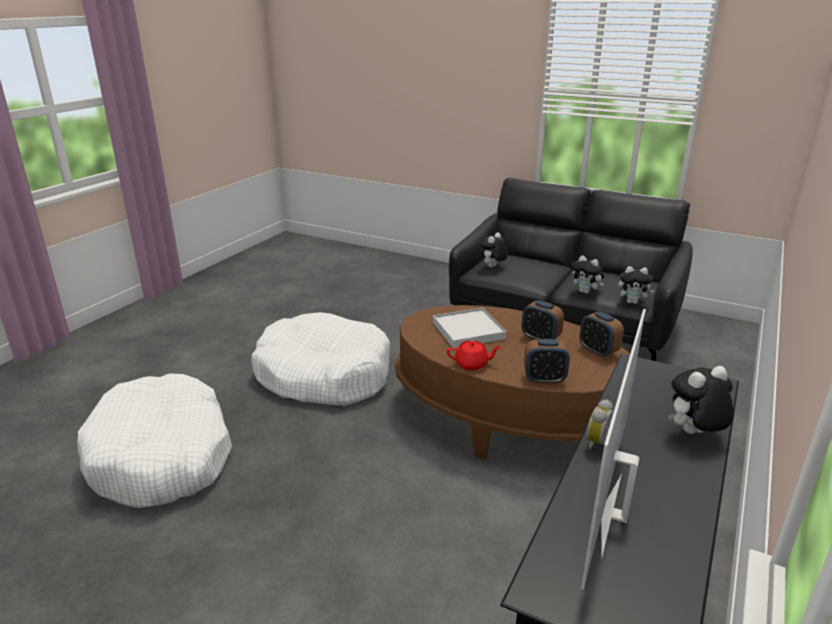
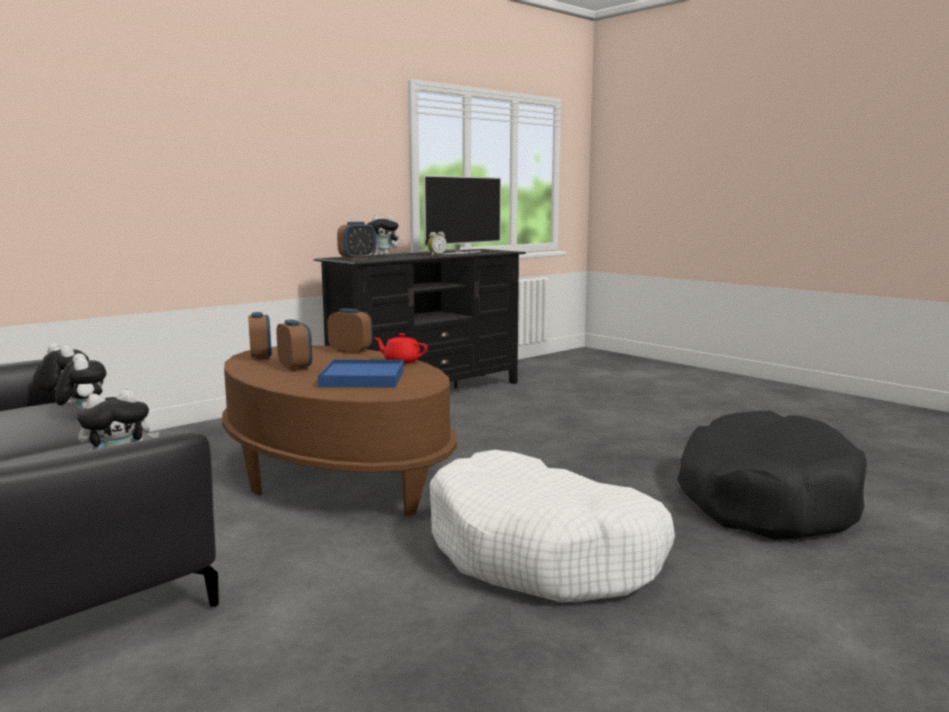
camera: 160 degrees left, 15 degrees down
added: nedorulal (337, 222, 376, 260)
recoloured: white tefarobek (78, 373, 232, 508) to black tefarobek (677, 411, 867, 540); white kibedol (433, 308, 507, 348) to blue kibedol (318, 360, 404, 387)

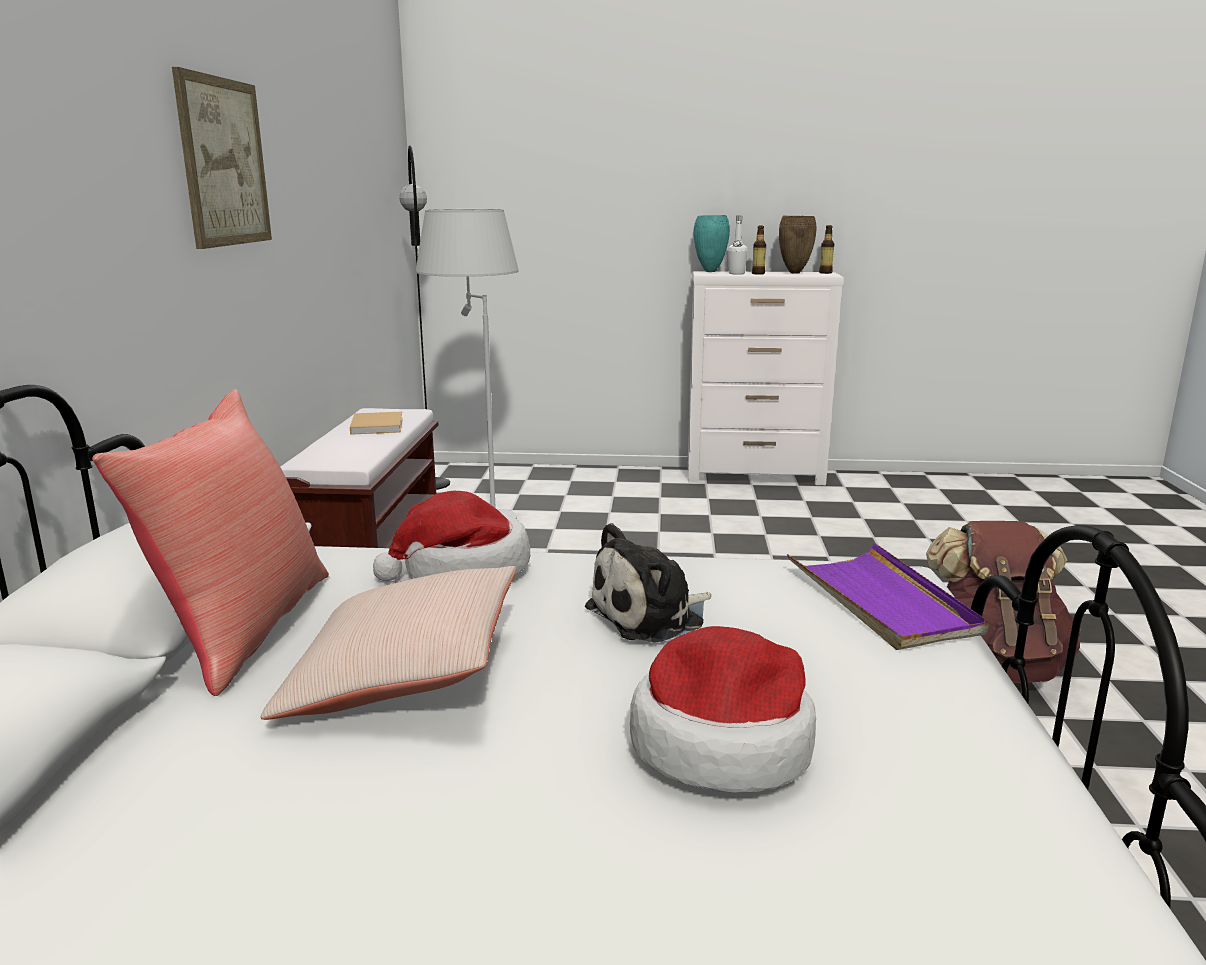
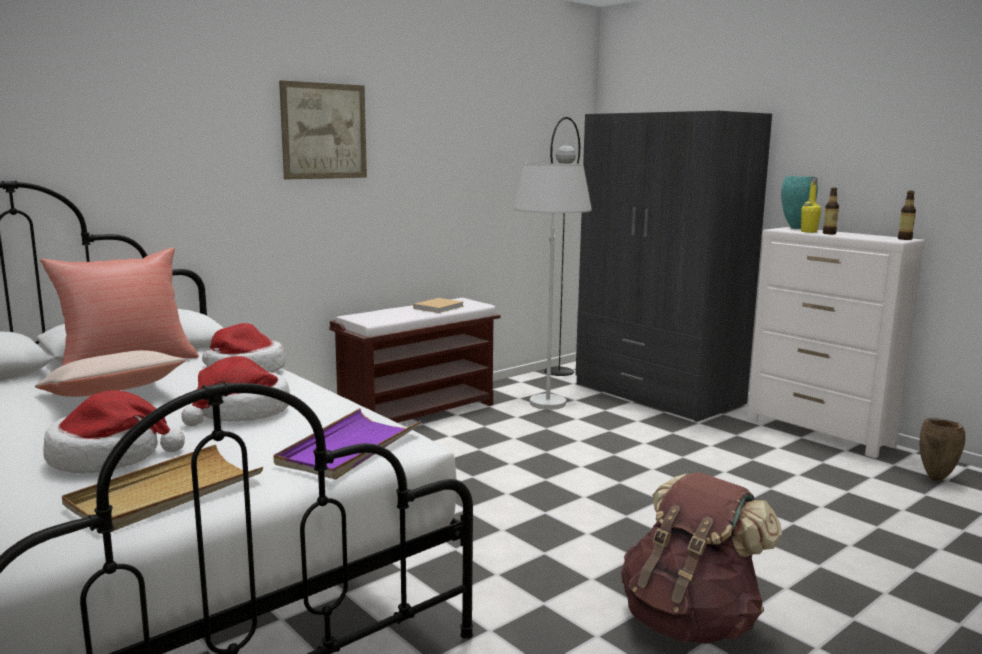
camera: 45 degrees right, 5 degrees down
added: beige kibedol (62, 444, 263, 532); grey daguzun (576, 111, 772, 422)
moved: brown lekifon (779, 216, 817, 273) to (919, 418, 965, 481)
replaced: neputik (585, 523, 712, 643) to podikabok (181, 356, 290, 426)
recoloured: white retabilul (728, 216, 748, 275) to yellow retabilul (801, 177, 821, 233)

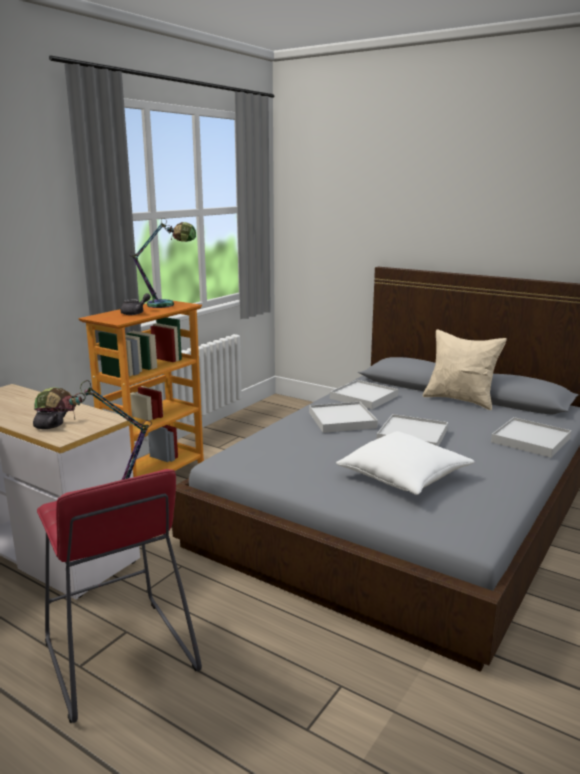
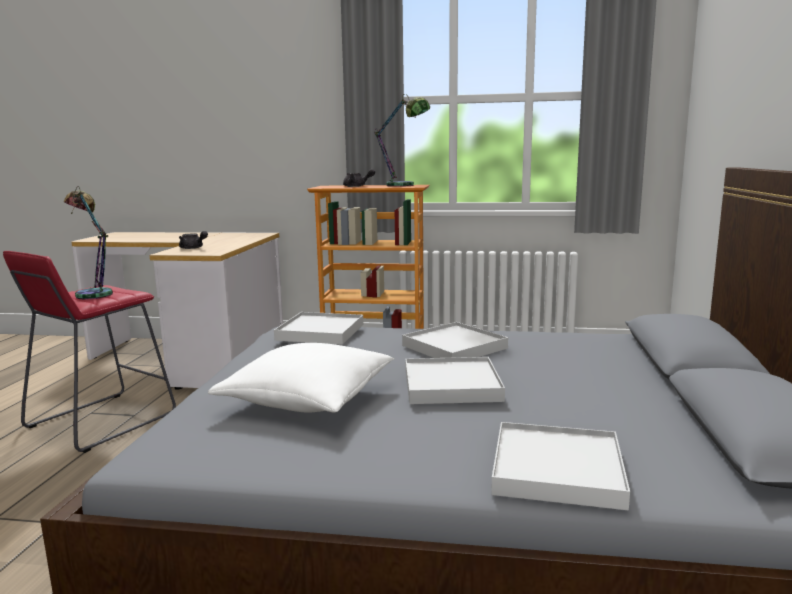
camera: 65 degrees right, 5 degrees down
removed: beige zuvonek (423, 330, 507, 410)
moved: white kibedol (330, 380, 398, 409) to (274, 312, 363, 345)

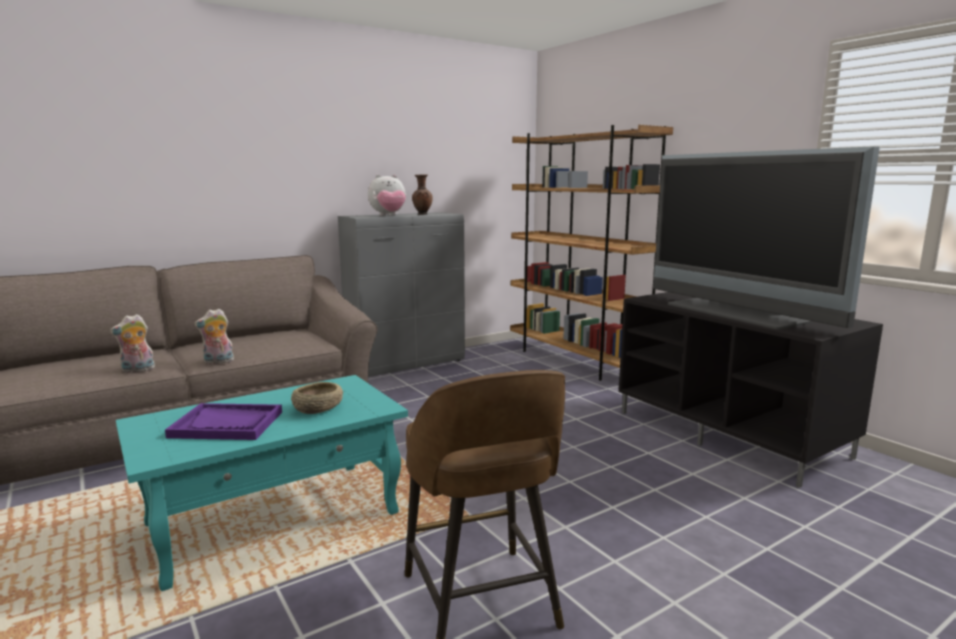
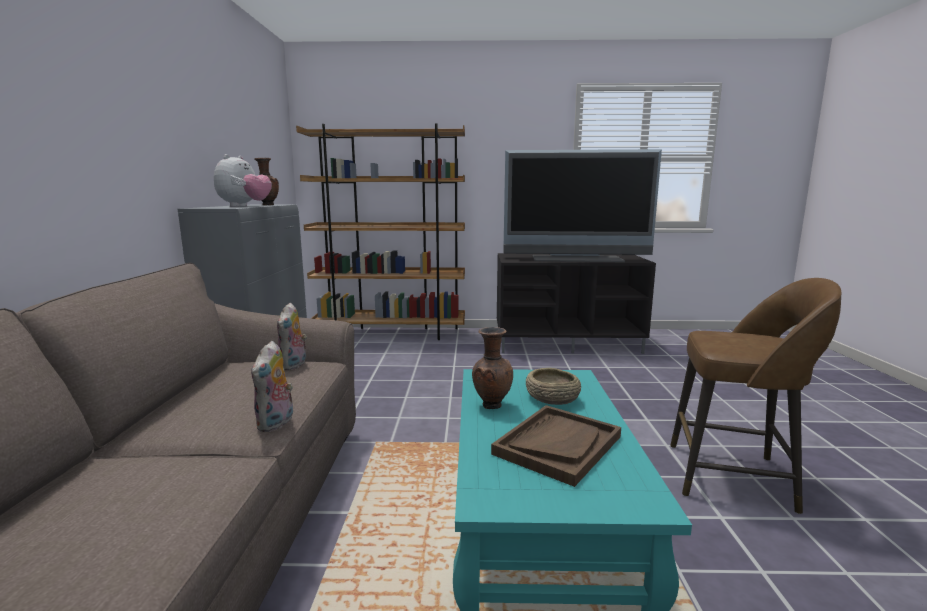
camera: 55 degrees left, 0 degrees up
added: brown lekifon (472, 327, 513, 409)
moved: neputik (110, 314, 155, 373) to (277, 303, 307, 370)
recoloured: purple kibedol (165, 403, 282, 440) to brown kibedol (491, 405, 621, 487)

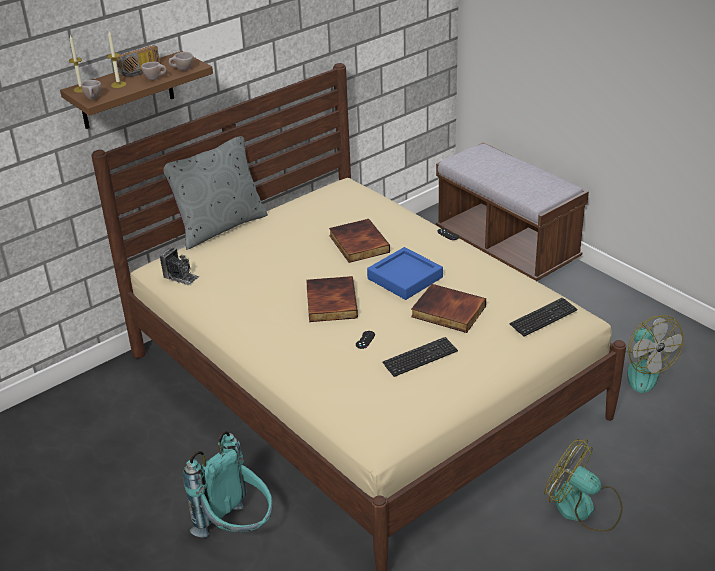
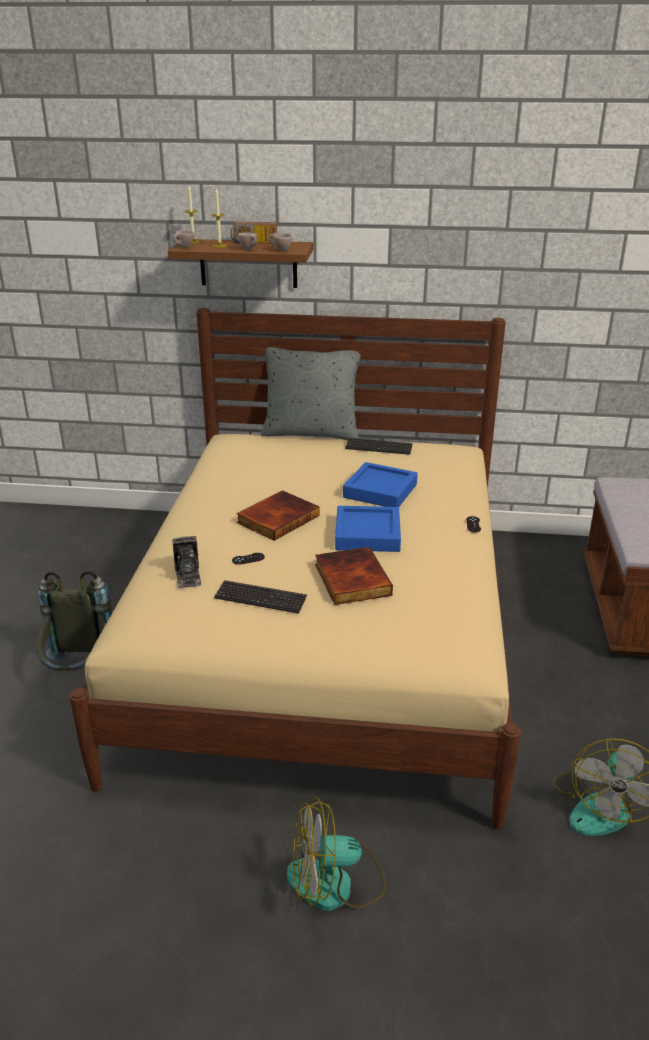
camera: 45 degrees right, 5 degrees down
moved: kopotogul (159, 247, 199, 285) to (172, 536, 201, 589); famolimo (509, 297, 577, 337) to (345, 438, 413, 455)
replaced: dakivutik (329, 219, 390, 263) to blue kibedol (343, 462, 418, 507)
recoloured: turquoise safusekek (183, 431, 273, 537) to grey safusekek (36, 571, 112, 671)
turned: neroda (544, 439, 623, 532) = (287, 797, 386, 911) 90 degrees counterclockwise

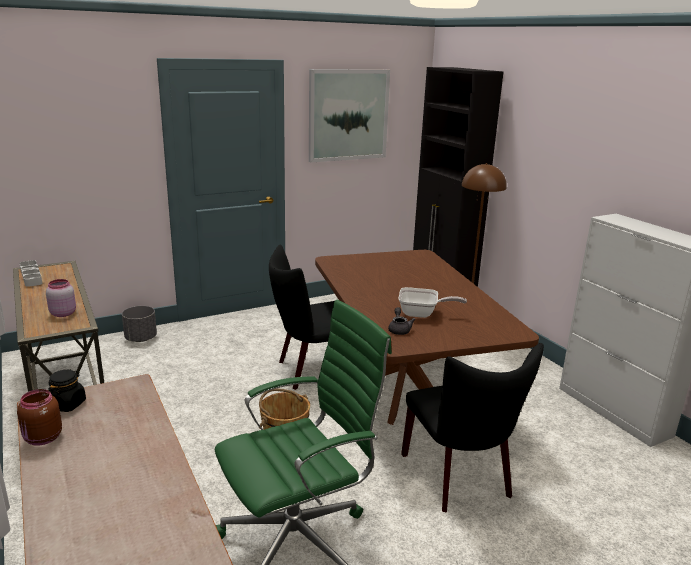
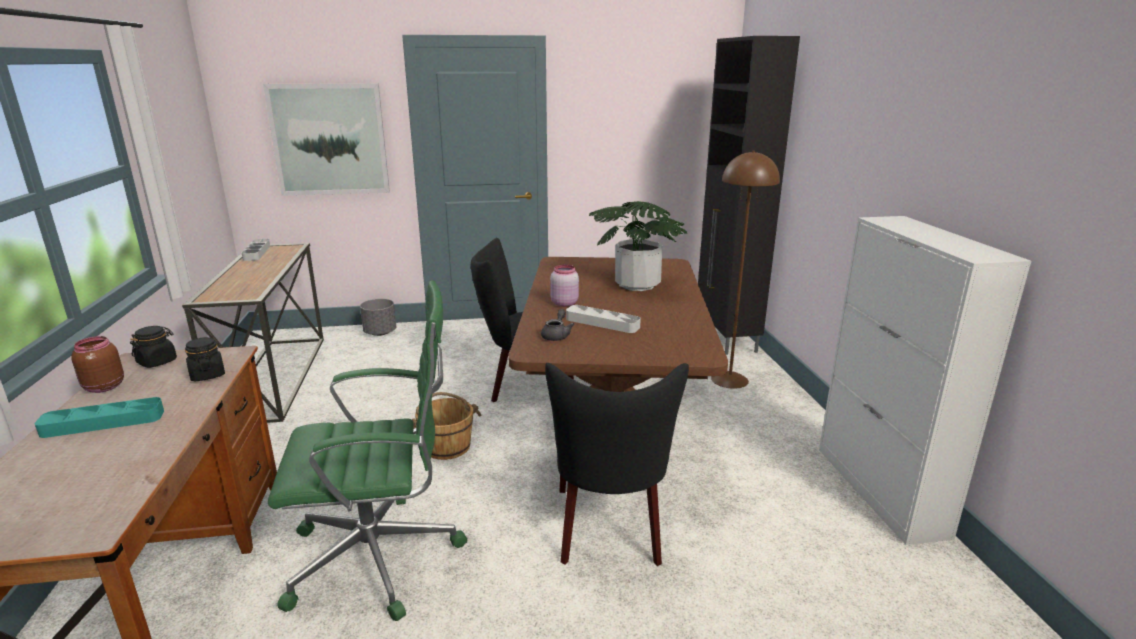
camera: 20 degrees right, 0 degrees up
added: turquoise kibedol (34, 397, 164, 438); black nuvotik (185, 337, 225, 382); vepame (589, 201, 688, 291)
moved: pink nuvotik (46, 279, 76, 317) to (550, 265, 579, 307); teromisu (309, 69, 390, 163) to (263, 83, 390, 196)
replaced: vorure (398, 287, 467, 318) to grey kibedol (566, 305, 641, 333)

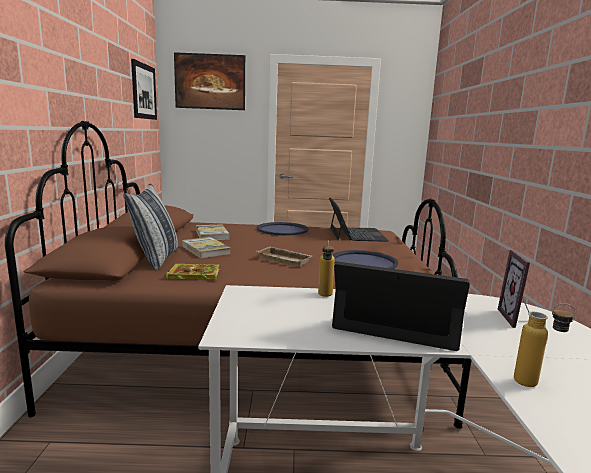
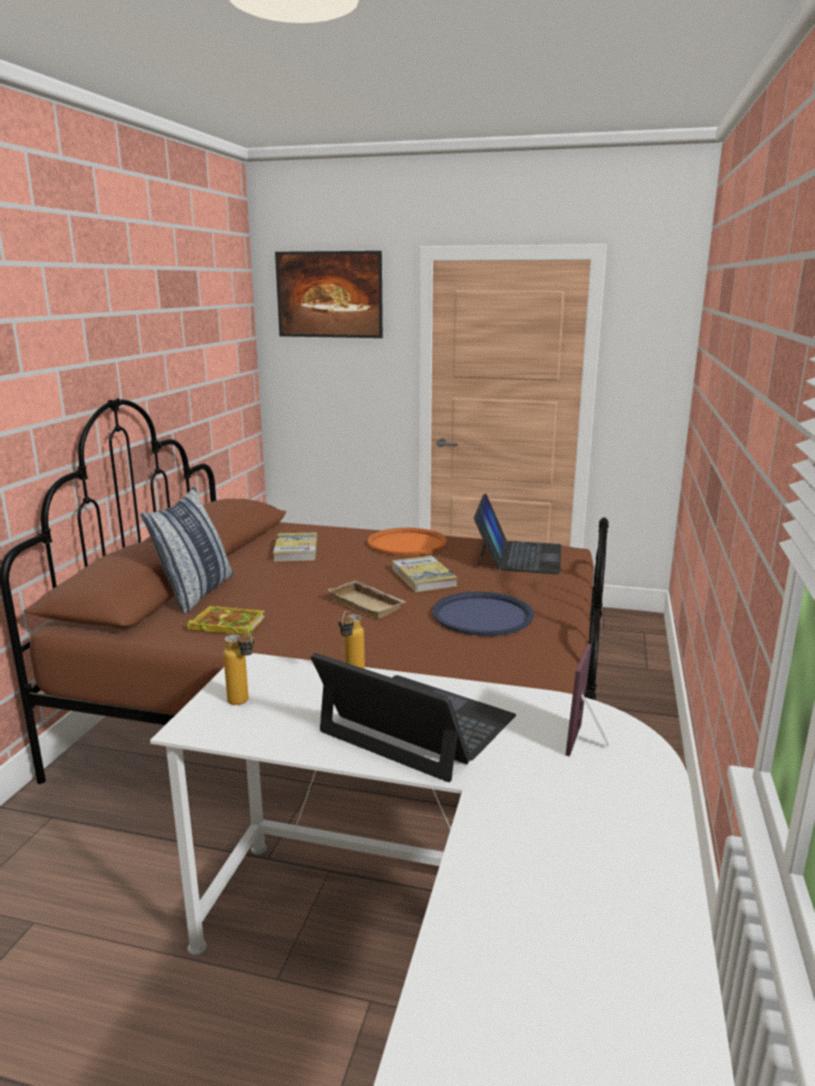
camera: 15 degrees right, 5 degrees up
removed: teromisu (131, 59, 157, 120)
moved: dakivutik (182, 237, 231, 258) to (392, 555, 458, 592); retabilul (514, 303, 576, 387) to (223, 629, 254, 705)
recoloured: blue kibedol (257, 222, 308, 235) to orange kibedol (367, 528, 447, 556)

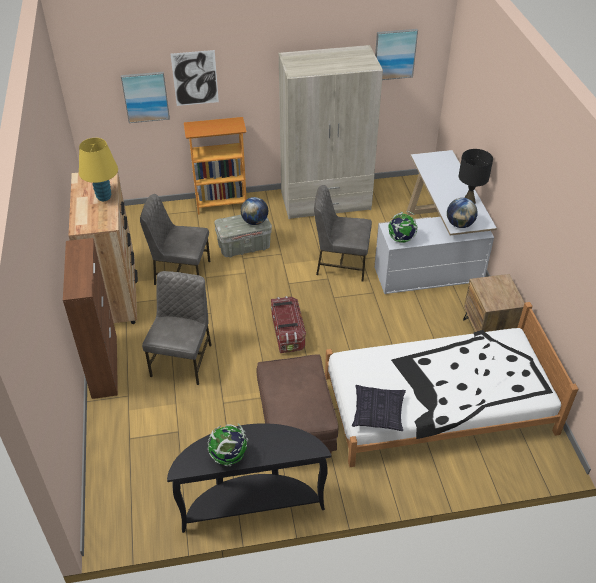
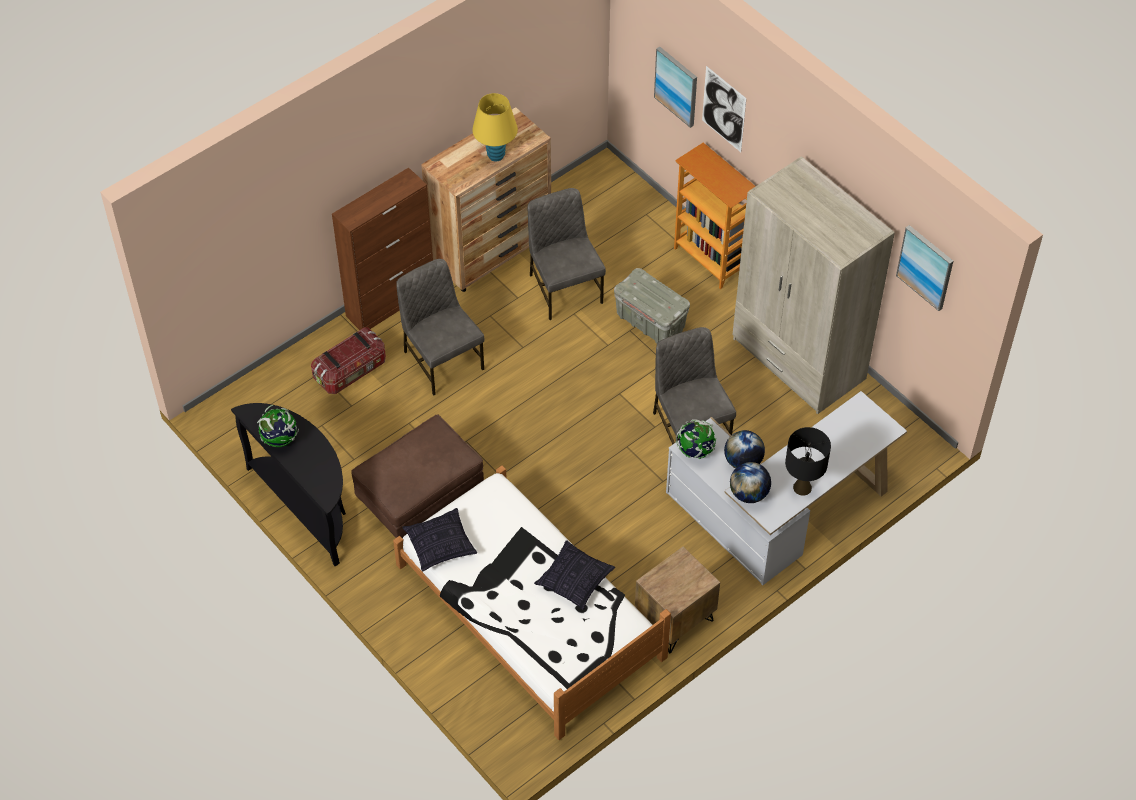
camera: 60 degrees right, 10 degrees up
added: zuvonek (534, 540, 615, 610)
moved: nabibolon (241, 197, 268, 225) to (724, 430, 765, 468); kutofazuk (271, 296, 306, 353) to (311, 327, 386, 394)
turned: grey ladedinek (142, 271, 211, 385) = (396, 259, 484, 396) 105 degrees counterclockwise

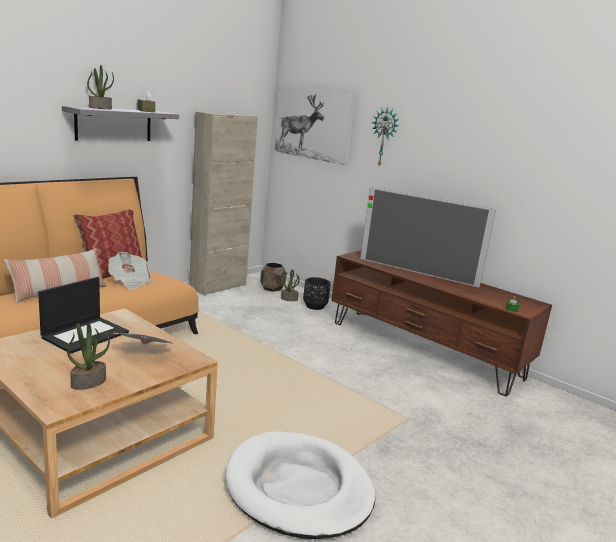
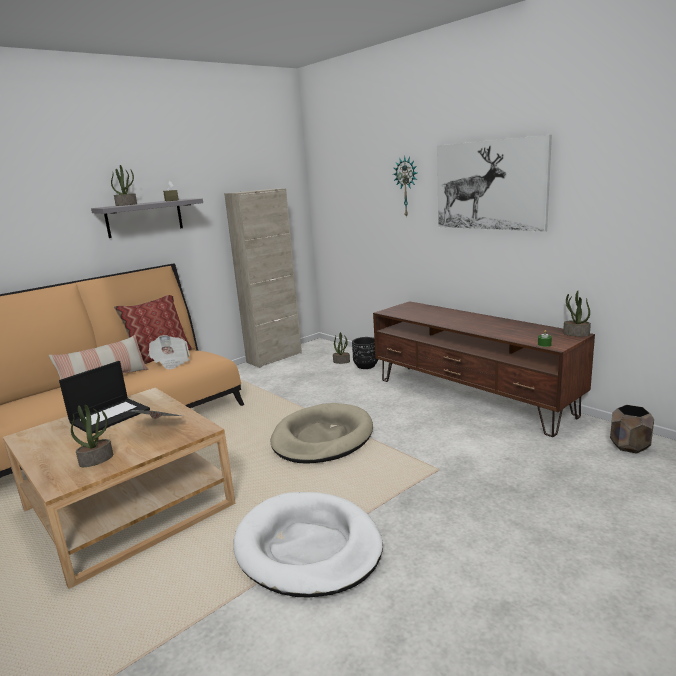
camera: 10 degrees right, 0 degrees up
removed: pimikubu (360, 187, 496, 287)
added: beige tefarobek (271, 403, 373, 464); vepame (563, 291, 591, 337)
moved: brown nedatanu (260, 263, 286, 292) to (610, 405, 654, 454); teromisu (274, 87, 356, 166) to (437, 135, 552, 232)

